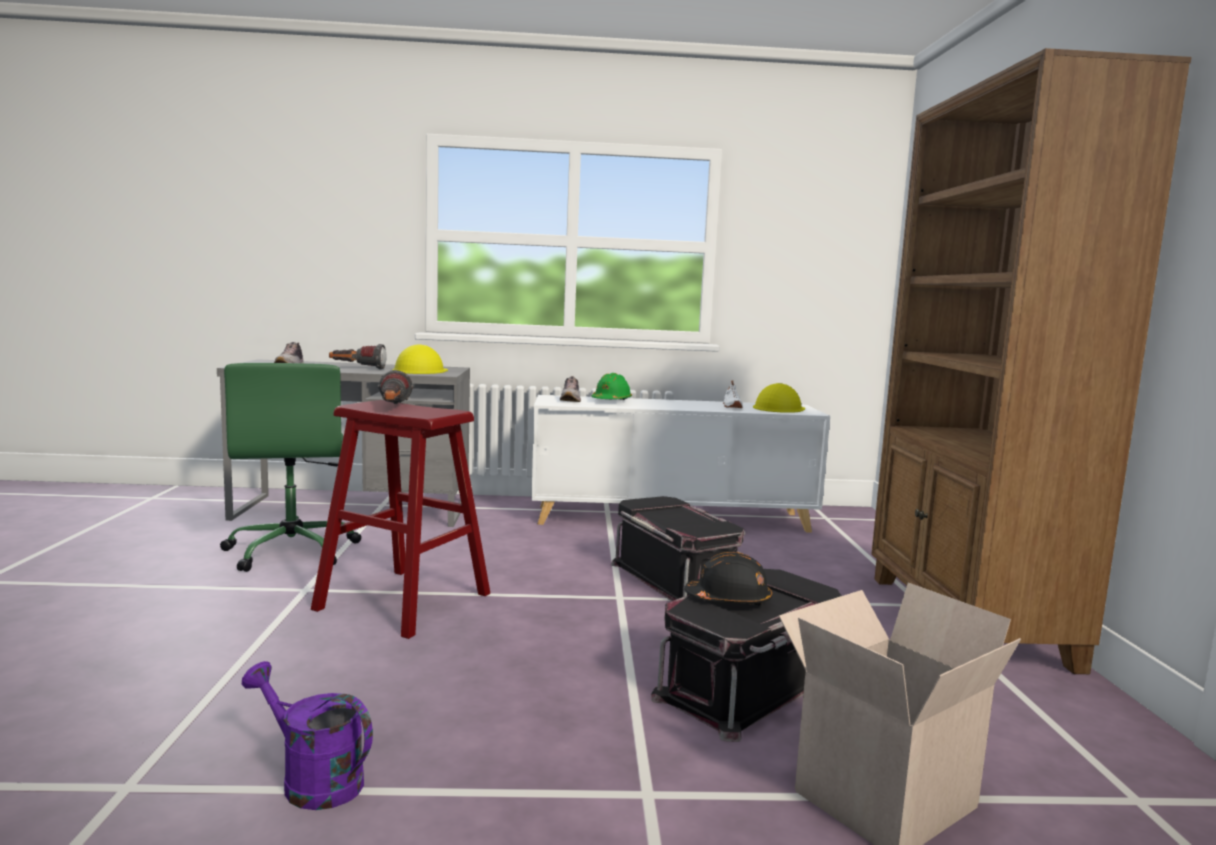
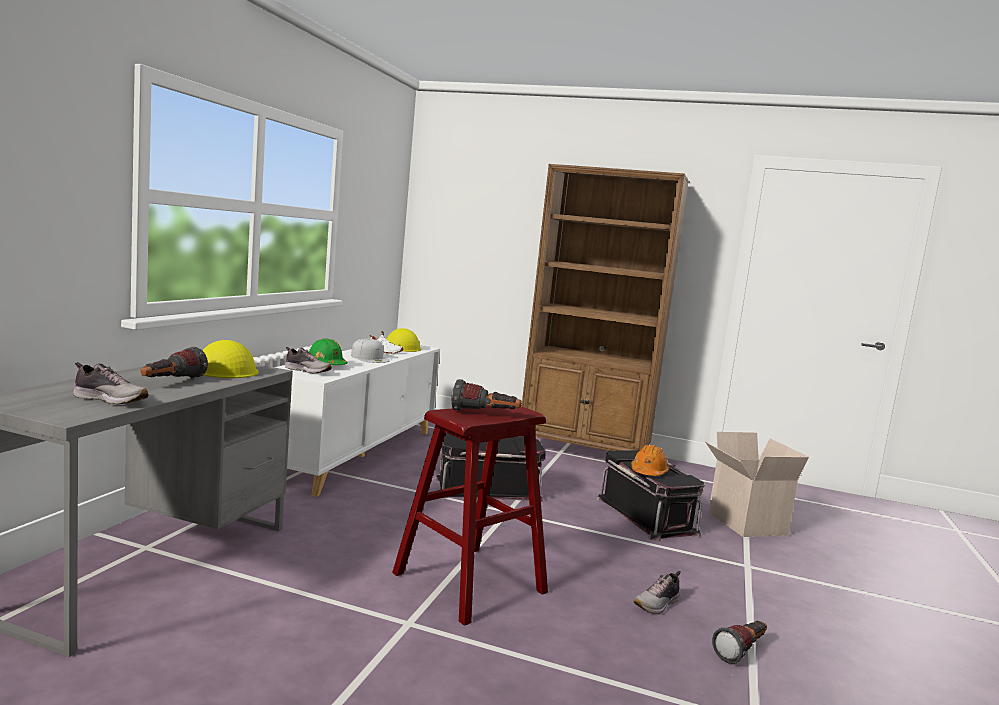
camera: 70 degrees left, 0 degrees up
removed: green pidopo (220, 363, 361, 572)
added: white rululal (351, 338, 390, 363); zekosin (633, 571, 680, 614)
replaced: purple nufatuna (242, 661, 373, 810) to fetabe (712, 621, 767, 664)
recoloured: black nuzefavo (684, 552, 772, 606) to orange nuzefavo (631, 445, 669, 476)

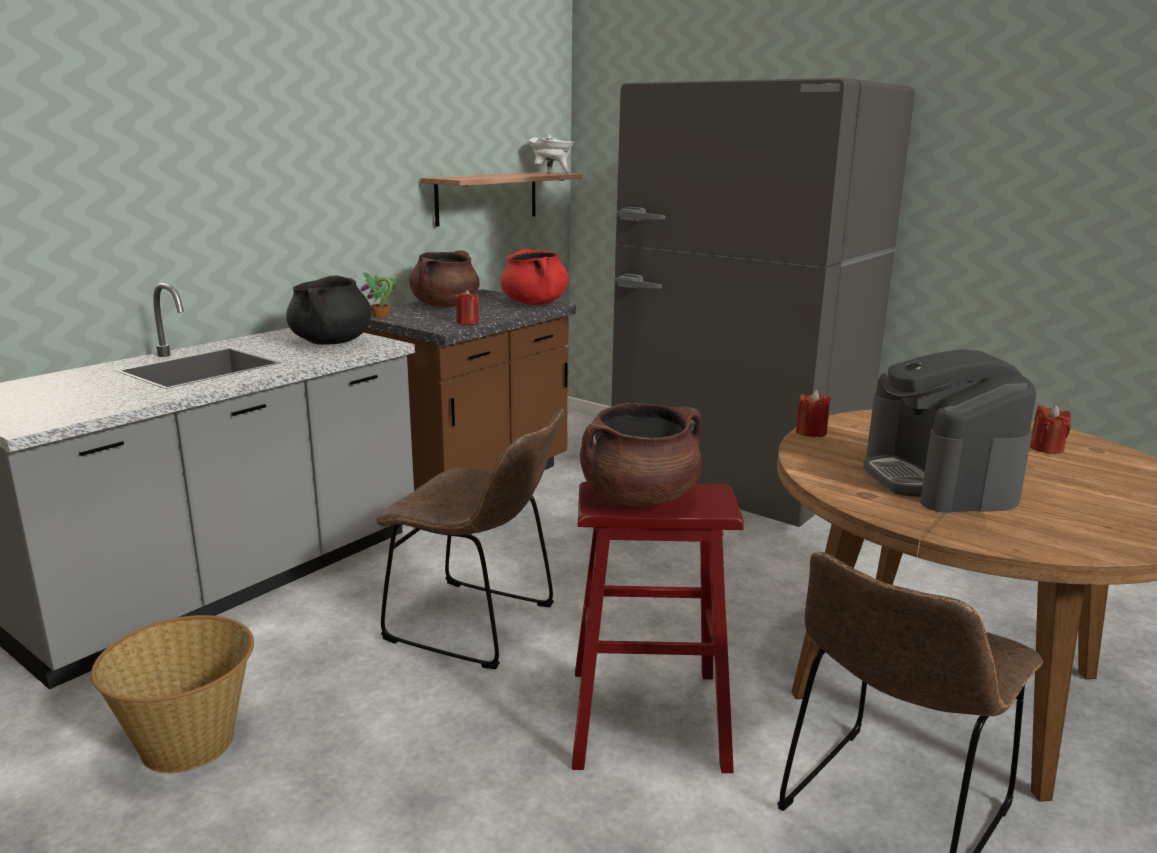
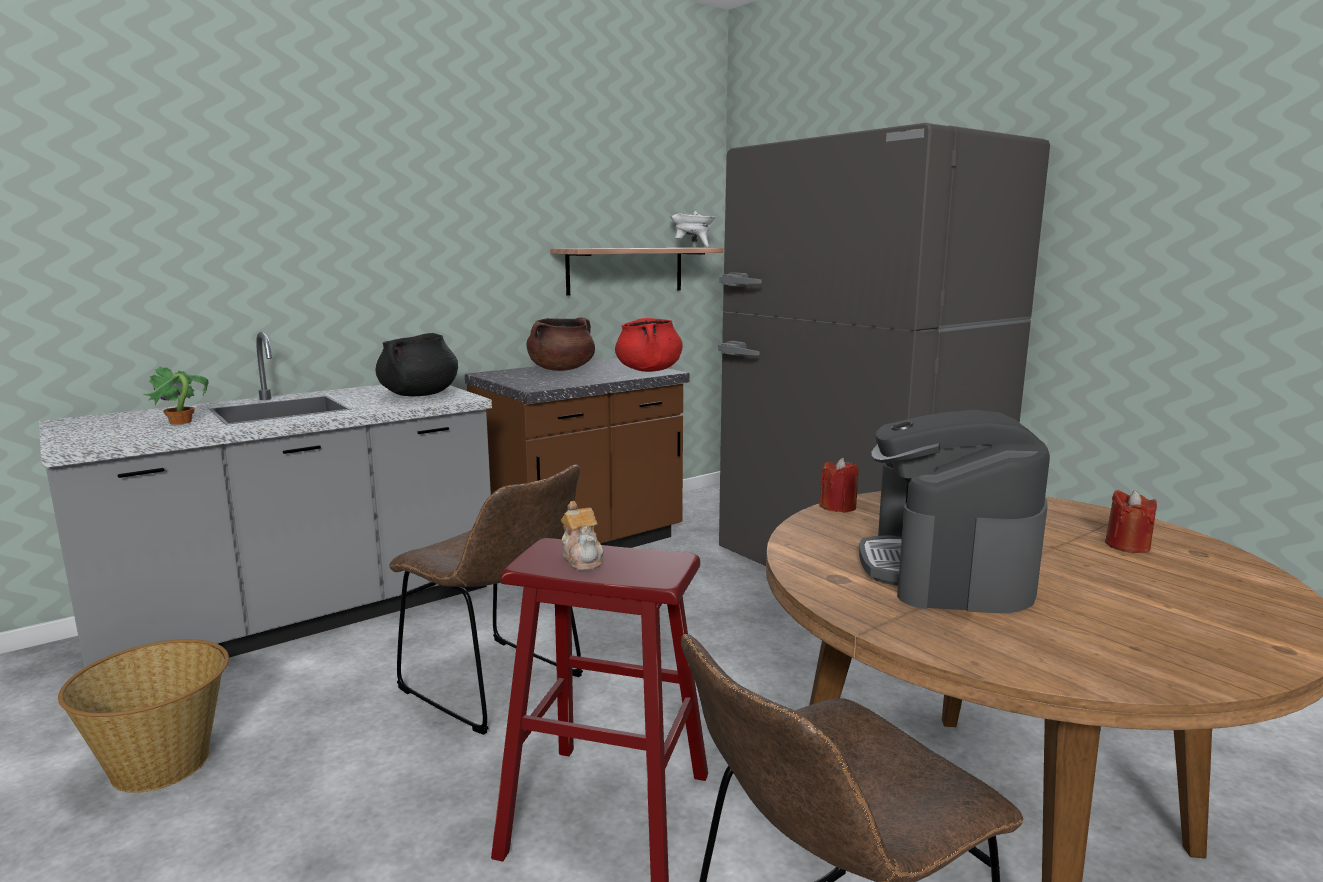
camera: 15 degrees right, 5 degrees down
removed: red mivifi (455, 290, 479, 325)
moved: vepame (361, 272, 396, 318) to (143, 366, 209, 425)
replaced: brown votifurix (580, 402, 702, 506) to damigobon (561, 501, 604, 570)

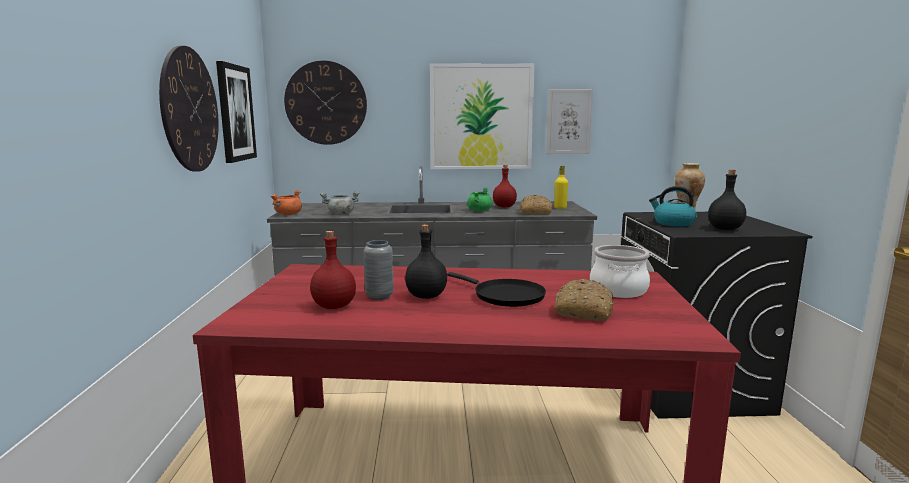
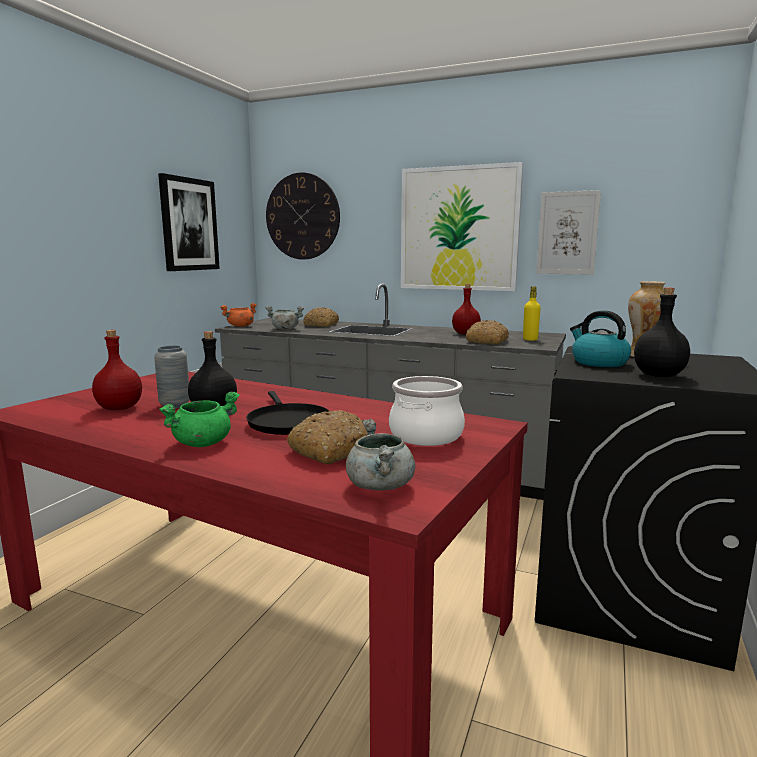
camera: 25 degrees right, 0 degrees up
removed: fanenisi (159, 46, 219, 172)
added: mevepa (303, 307, 339, 327); grey votifurix (346, 419, 415, 491)
moved: green votifurix (467, 187, 492, 211) to (159, 392, 240, 447)

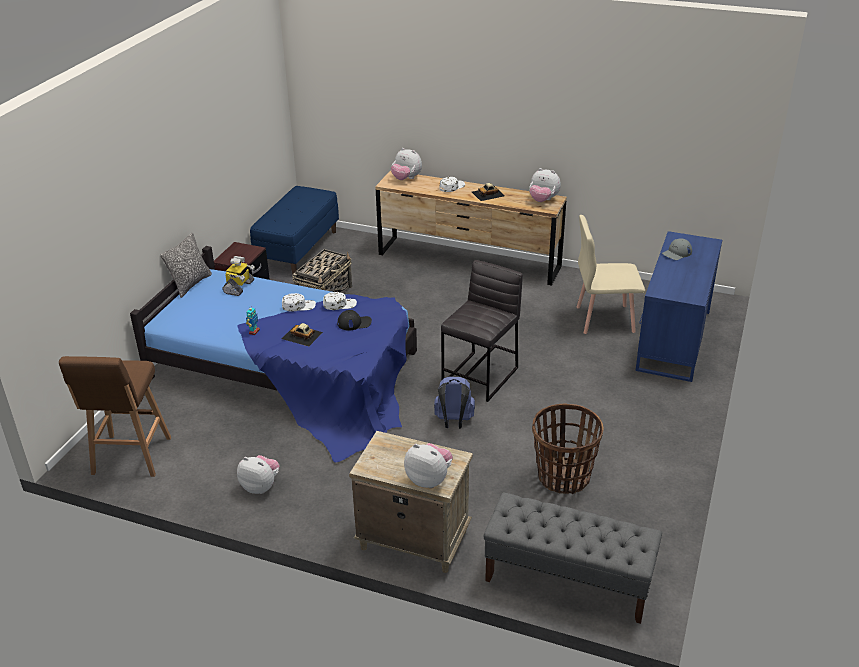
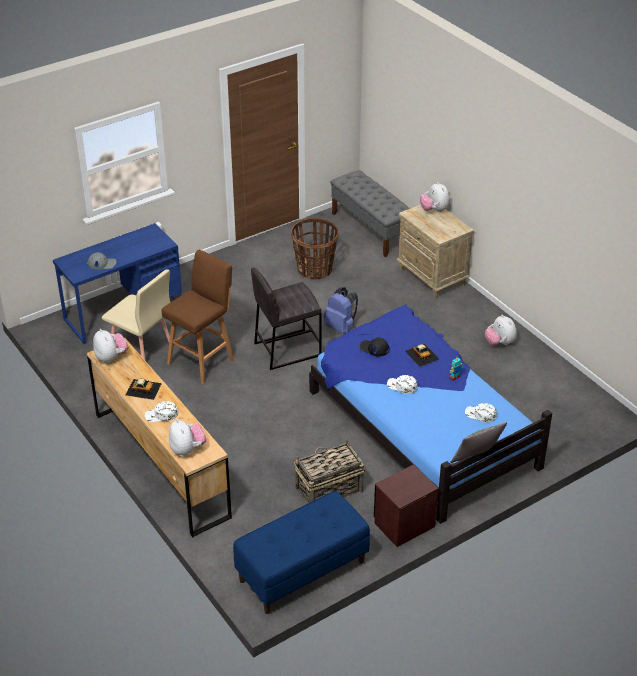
camera: 145 degrees left, 5 degrees up
removed: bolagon (222, 256, 255, 296)
moved: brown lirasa (59, 356, 171, 477) to (161, 250, 235, 384); white rululal (323, 292, 357, 310) to (465, 403, 497, 423)

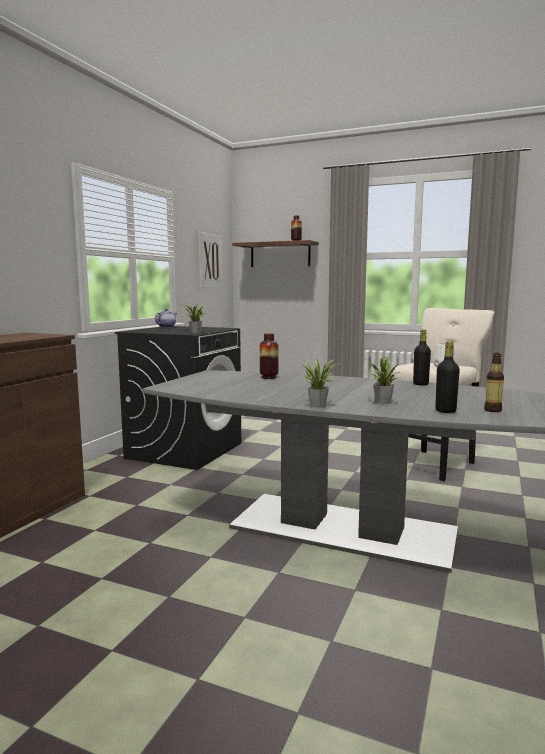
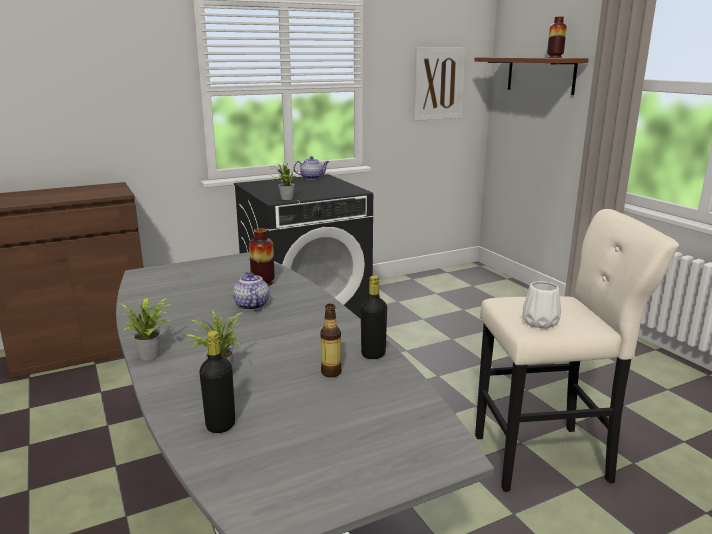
camera: 40 degrees right, 10 degrees up
added: damigobon (233, 272, 269, 310)
moved: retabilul (484, 353, 504, 412) to (320, 304, 342, 377)

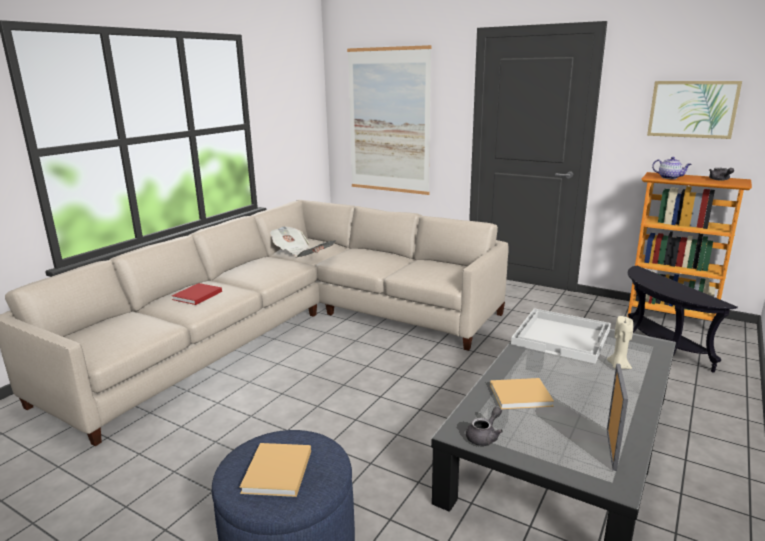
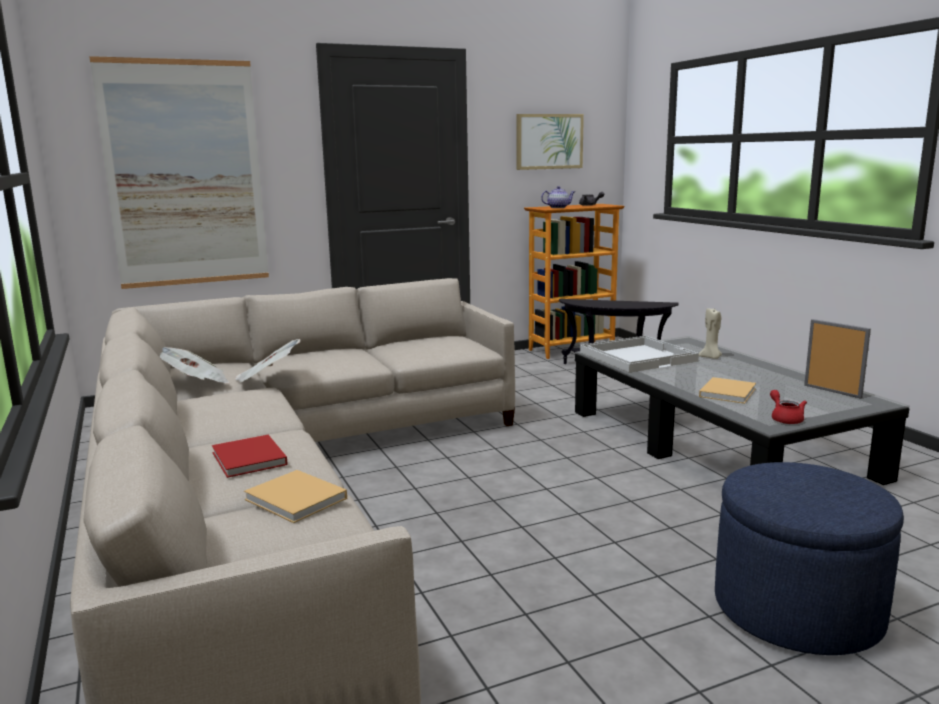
camera: 55 degrees left, 5 degrees down
moved: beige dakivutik (240, 443, 311, 497) to (244, 470, 347, 523)
recoloured: grey damigobon (466, 407, 503, 446) to red damigobon (770, 390, 807, 424)

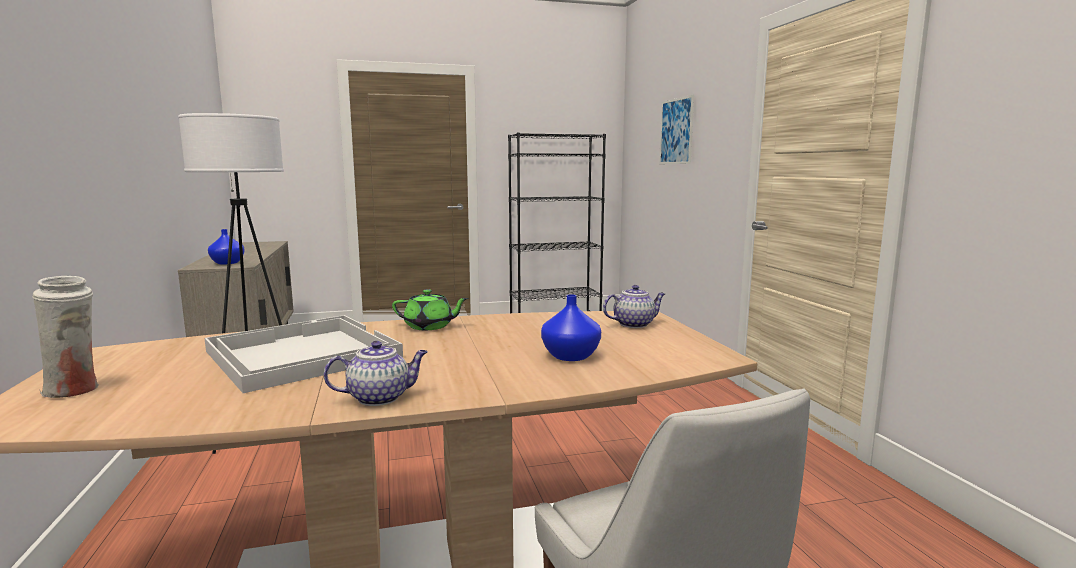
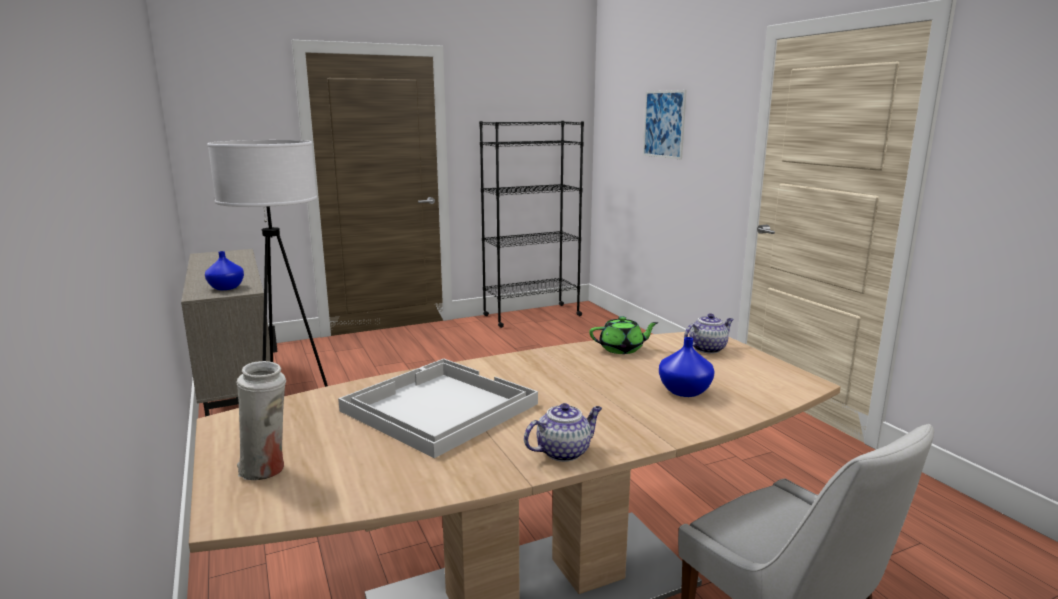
camera: 10 degrees left, 5 degrees up
moved: green damigobon (392, 289, 468, 330) to (589, 316, 659, 354)

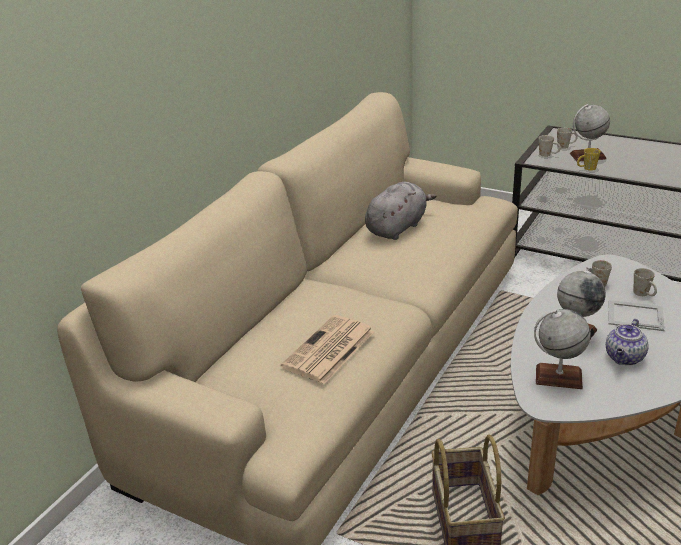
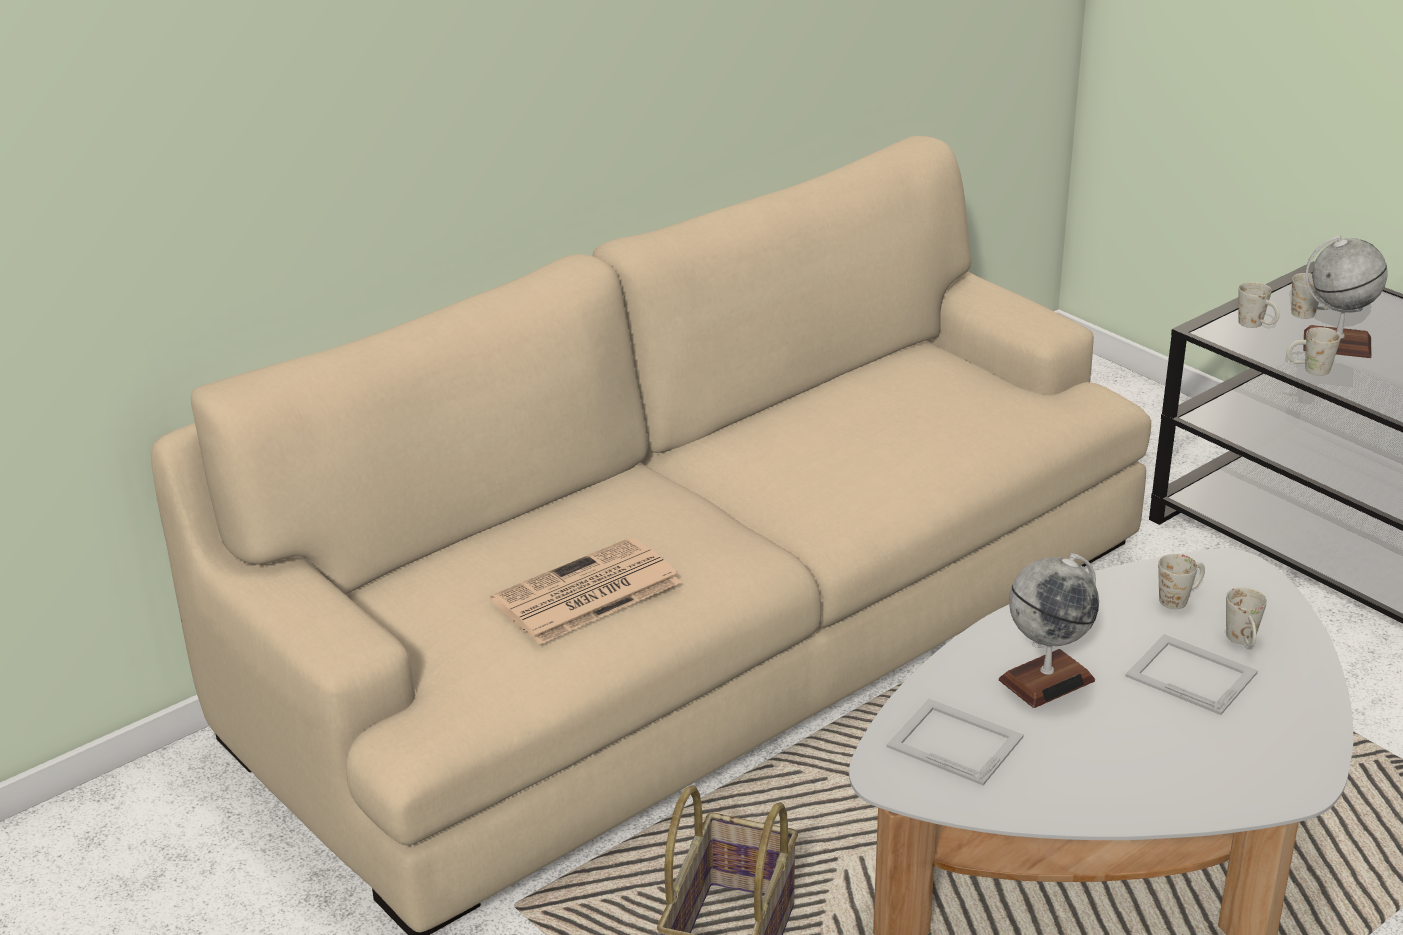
camera: 20 degrees right, 0 degrees up
removed: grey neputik (365, 182, 437, 240); damigobon (606, 319, 649, 365)
replaced: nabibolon (534, 309, 591, 389) to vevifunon (887, 699, 1024, 786)
recoloured: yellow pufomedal (577, 148, 601, 171) to white pufomedal (1286, 327, 1341, 376)

